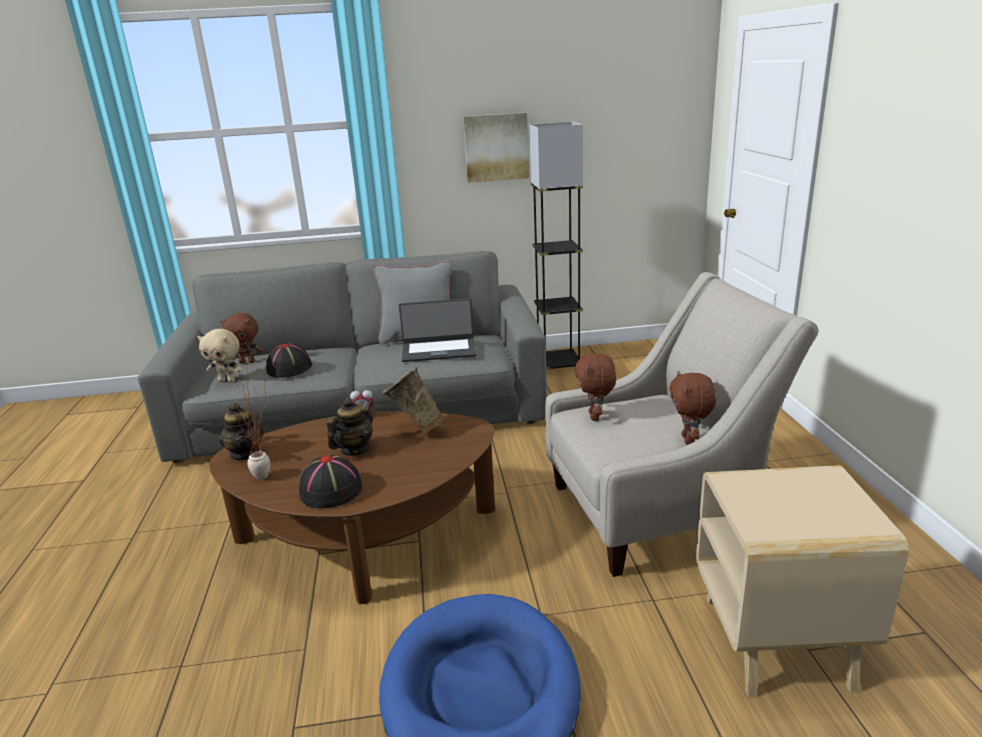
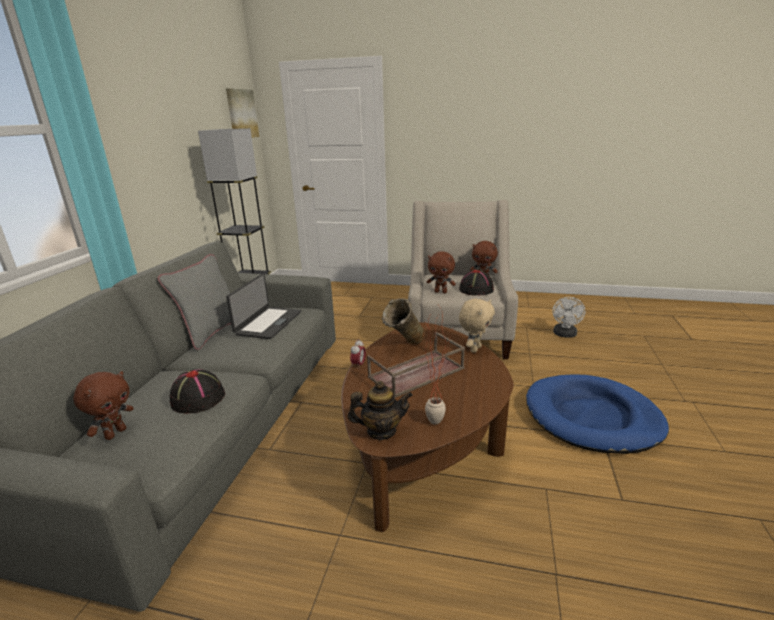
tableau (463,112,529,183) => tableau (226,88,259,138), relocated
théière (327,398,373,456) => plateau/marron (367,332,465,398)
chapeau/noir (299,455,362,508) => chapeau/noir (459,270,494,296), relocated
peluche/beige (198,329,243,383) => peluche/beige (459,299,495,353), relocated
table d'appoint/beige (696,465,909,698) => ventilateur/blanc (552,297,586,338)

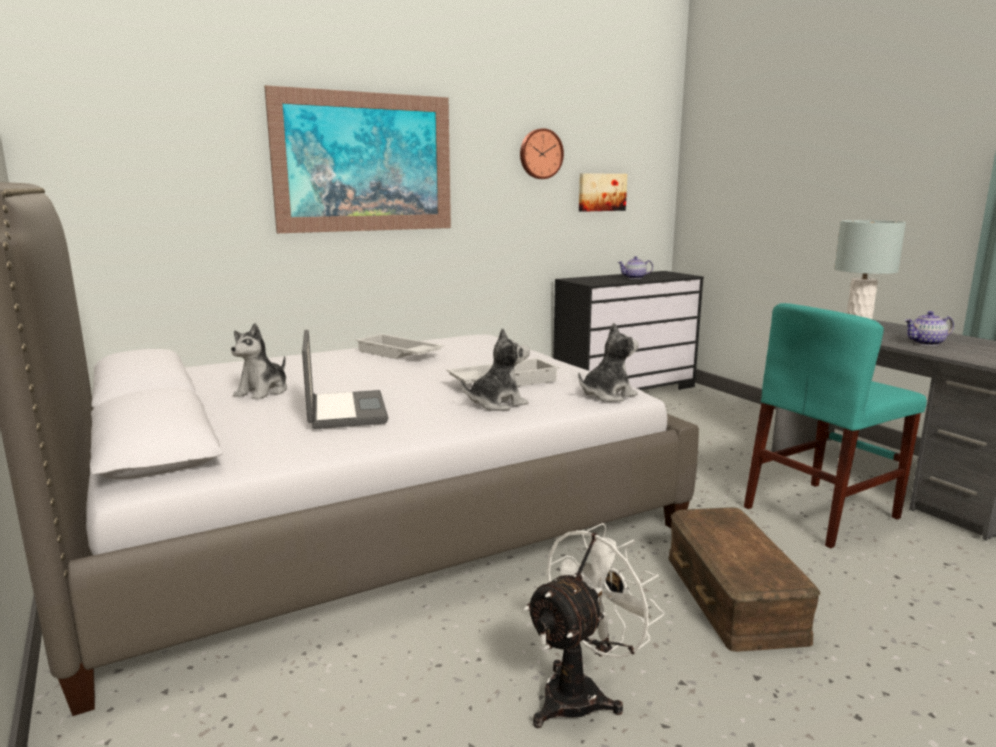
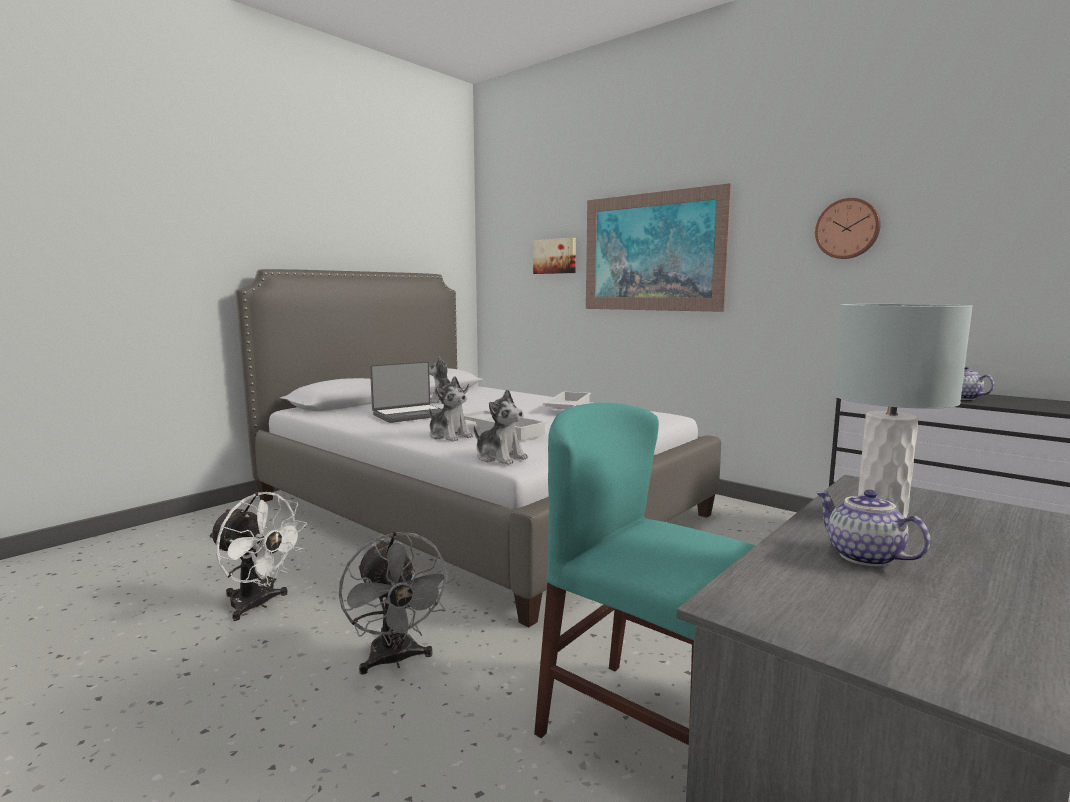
boîte de rangement/marron (668,507,821,652) => ventilateur/gris (339,531,452,675)
tableau (579,173,627,212) => tableau (533,238,576,274), relocated

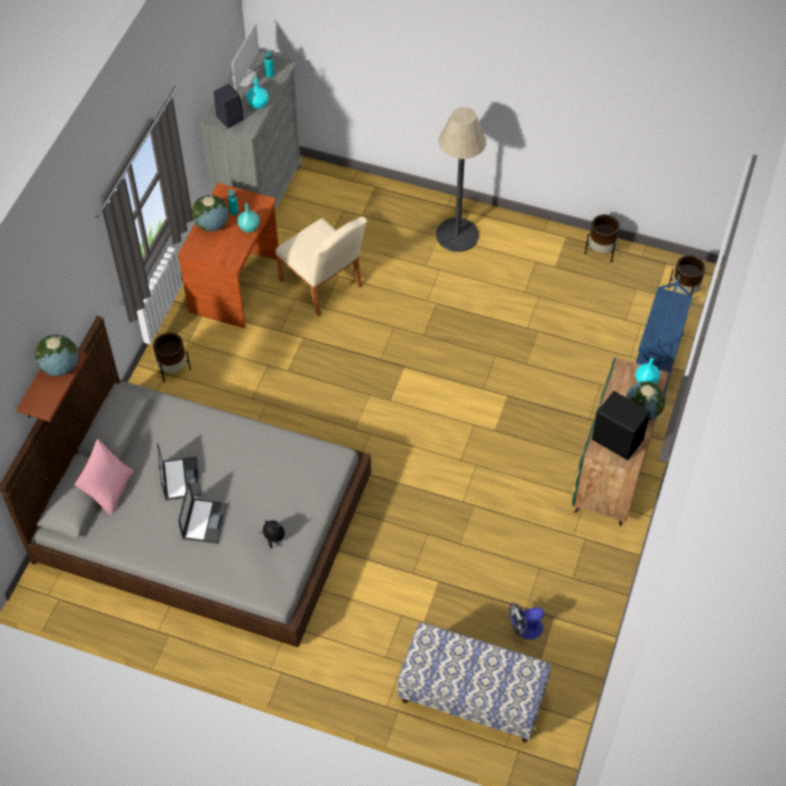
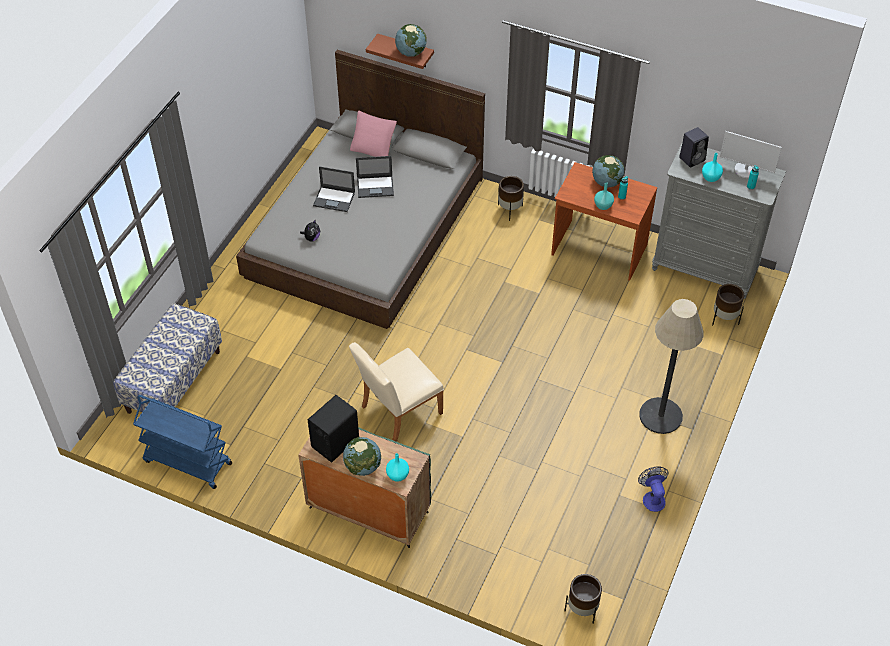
chariot/bleu (636,275,693,395) => chariot/bleu (133,395,232,489), relocated
chaise/beige (276,217,367,316) => chaise/beige (349,342,444,442), relocated
ventilateur (509,602,544,640) => ventilateur (638,466,668,512), relocated
cache-pot/marron (585,214,620,263) => cache-pot/marron (712,284,744,325), relocated

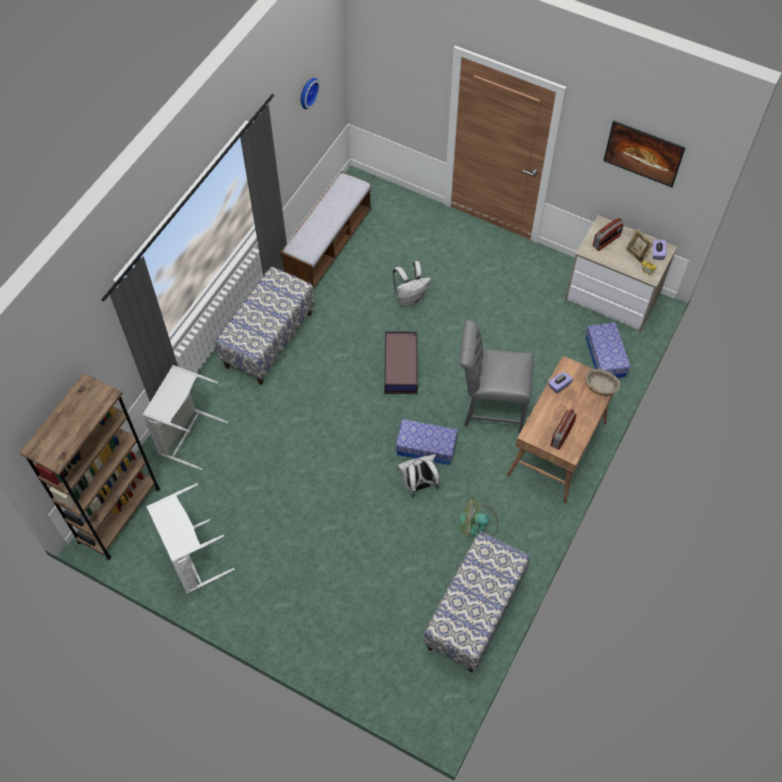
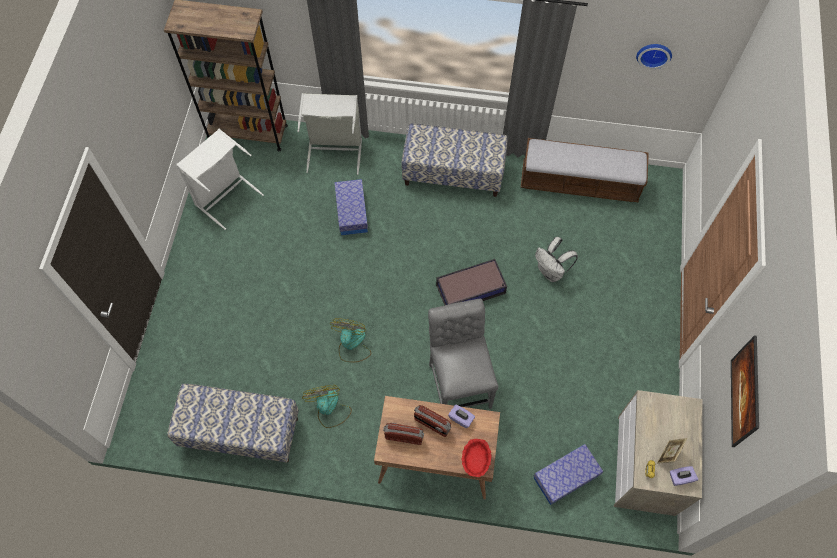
sac à dos/blanc (397,454,440,497) => ventilateur (330,318,371,363)
boîte de rangement (396,419,458,465) => boîte de rangement (334,179,368,235), relocated
radio (593,218,624,251) => radio (414,405,451,437), relocated
bol/beige (585,369,621,397) => bol/rouge (462,439,492,477)

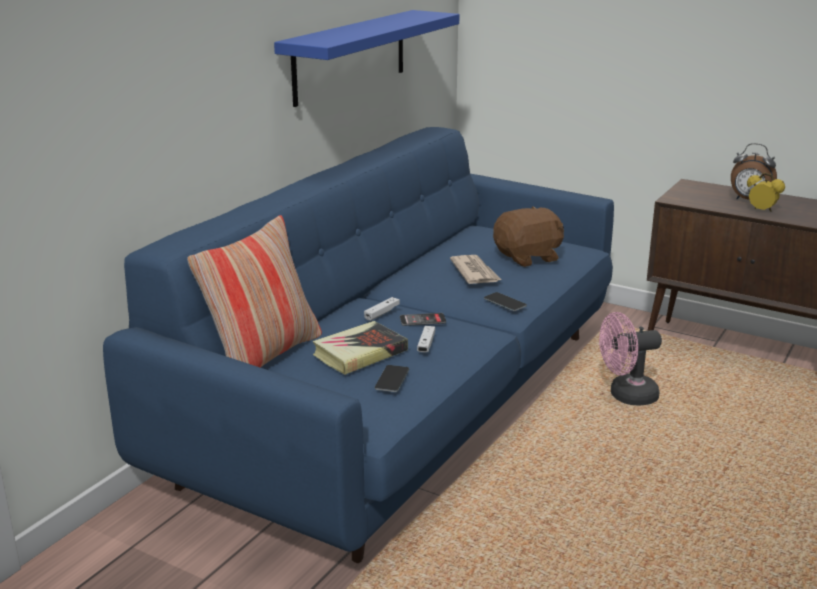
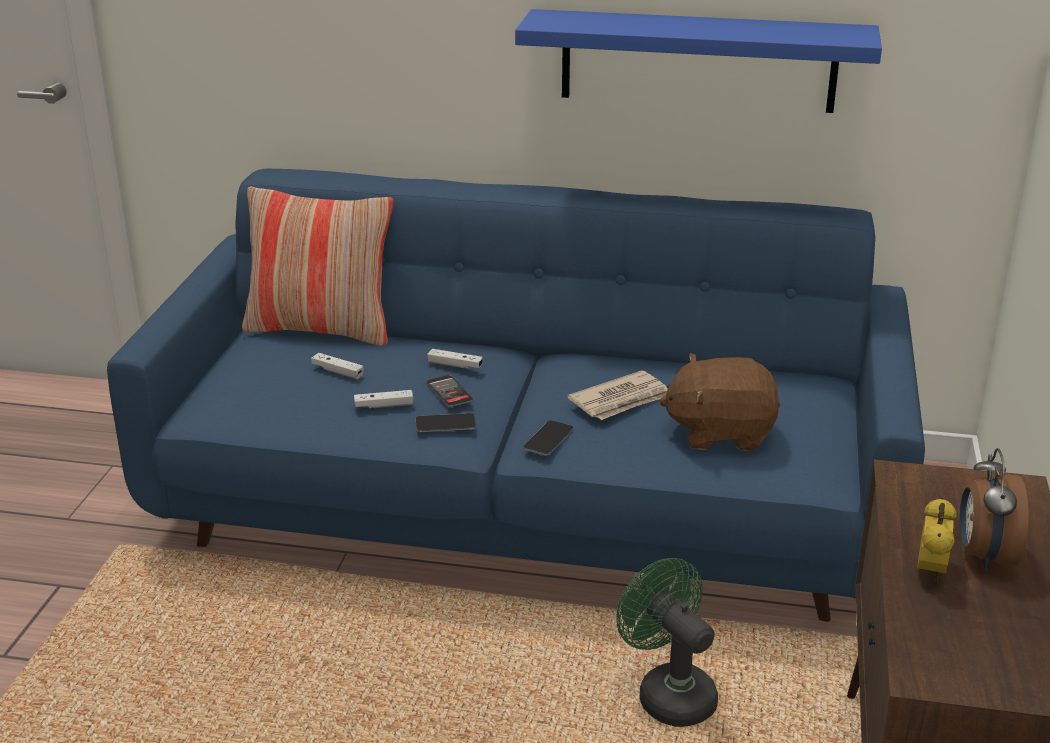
livre (312,321,408,375) => manette/blanc (311,353,363,379)
téléphone (375,365,409,392) => téléphone (416,413,476,432), relocated
ventilateur/rose (599,312,662,405) => ventilateur/vert (616,558,718,727)
peluche/marron (493,206,564,267) => peluche/marron (659,353,780,451), 135 degrees clockwise

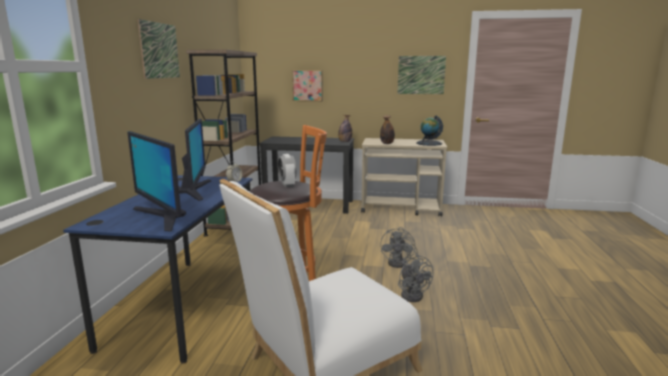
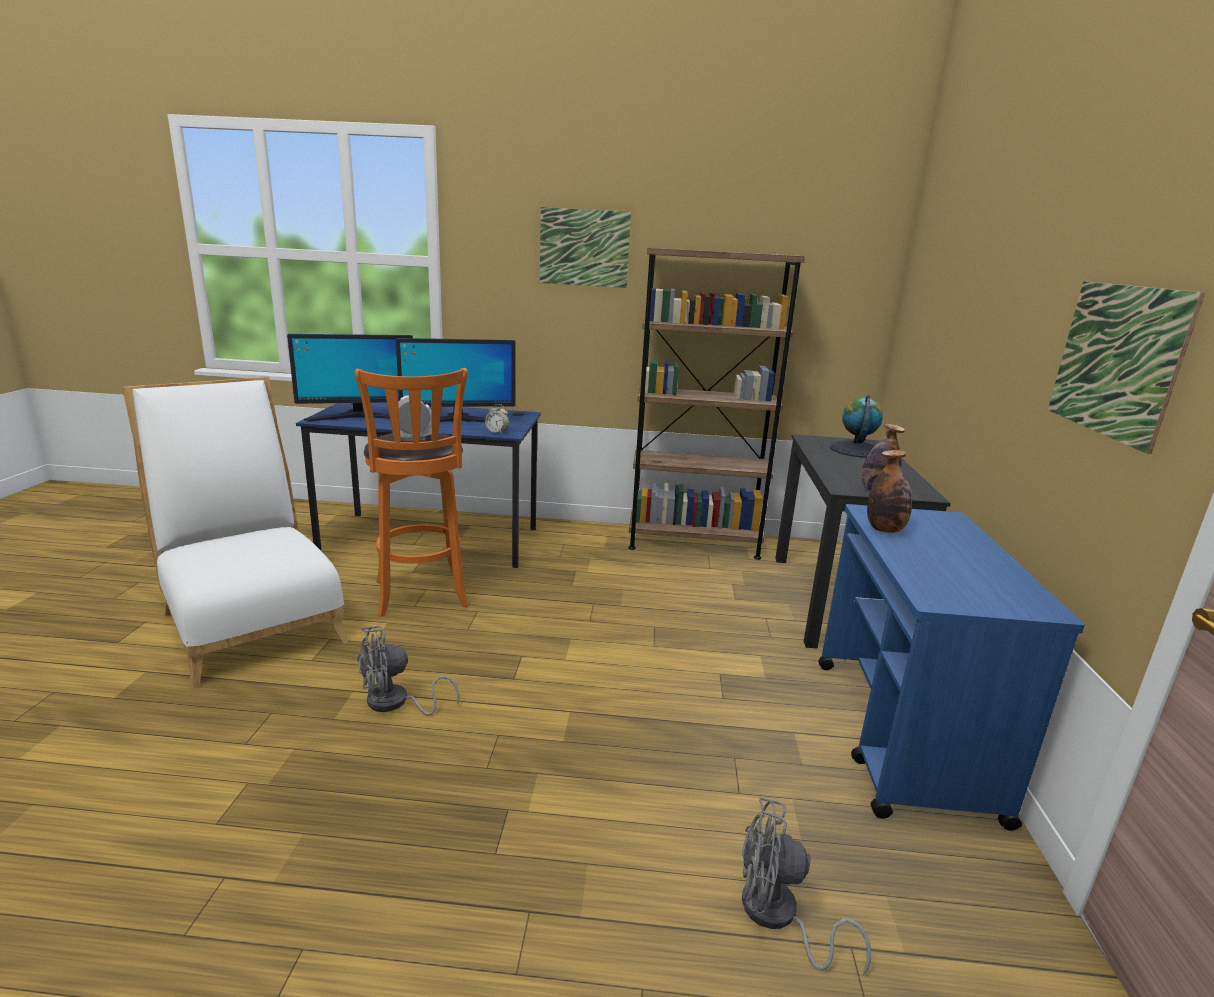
écran d'ordinateur (127,131,186,232) => écran d'ordinateur (287,334,413,421), 150 degrees counterclockwise
ventilateur/gris (380,227,418,268) => ventilateur/gris (742,797,871,975), relocated
chariot/beige (361,138,447,217) => chariot/bleu (818,504,1085,831)
globe (416,115,443,146) => globe (829,395,883,458), relocated
tableau (292,70,323,101) => nothing

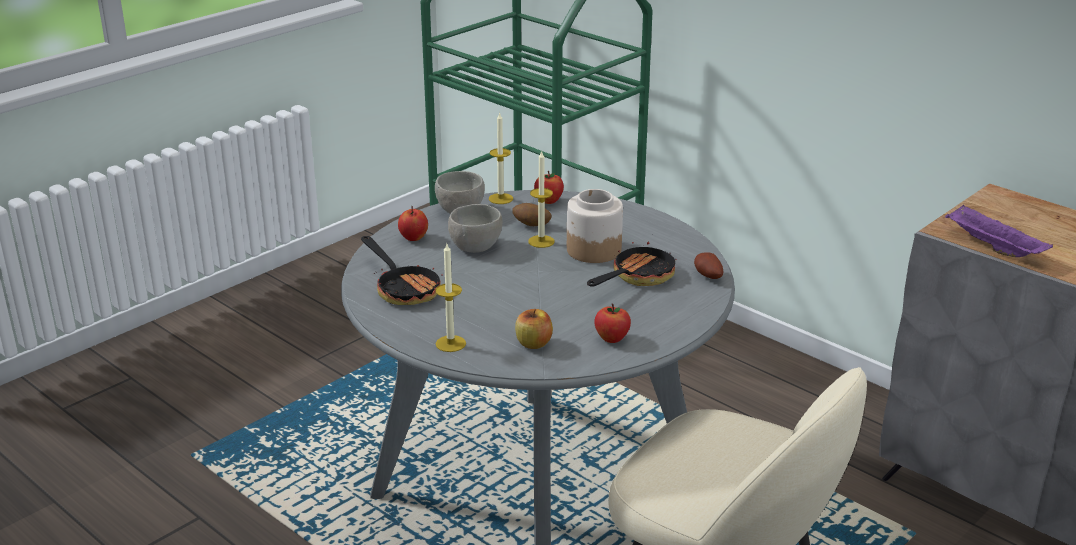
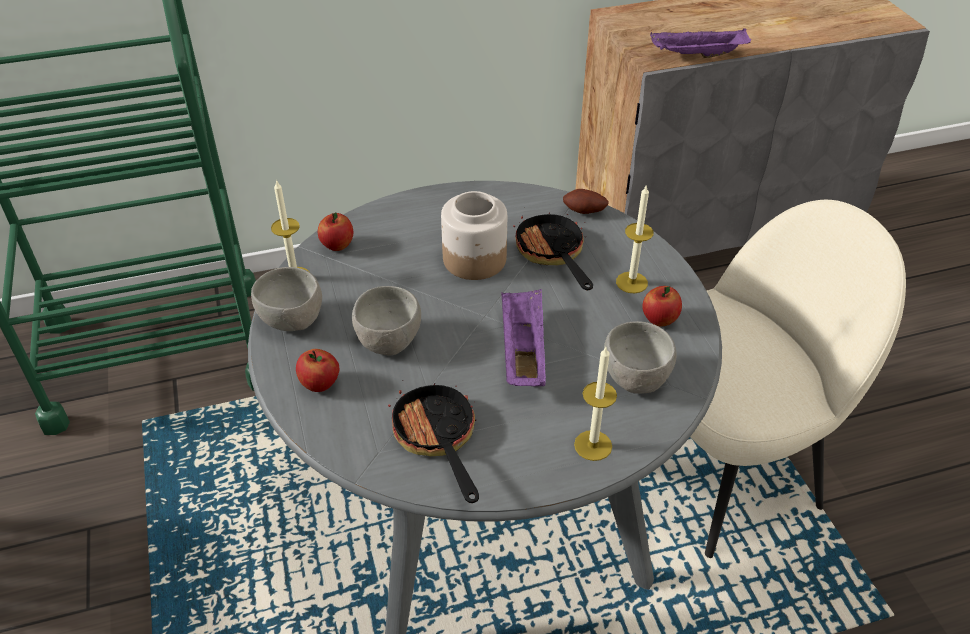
poêle (361,236,443,305) => poêle (388,380,479,503), 105 degrees counterclockwise
nothing => plateau/violet (501,289,546,386)
pomme (515,309,553,349) => bol/gris (604,321,677,394)
bougie (528,150,555,248) => bougie (616,184,654,293), relocated
pomme de terre (512,203,551,226) => nothing

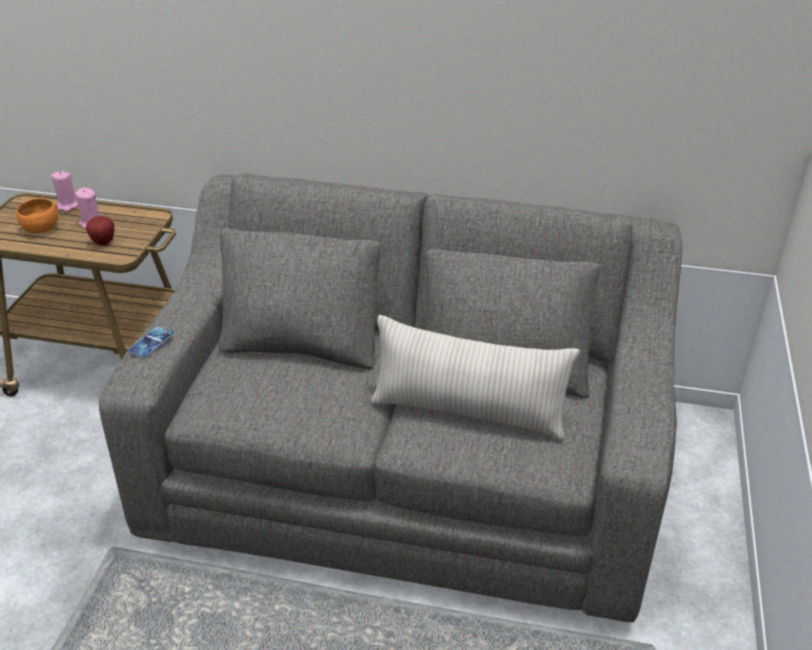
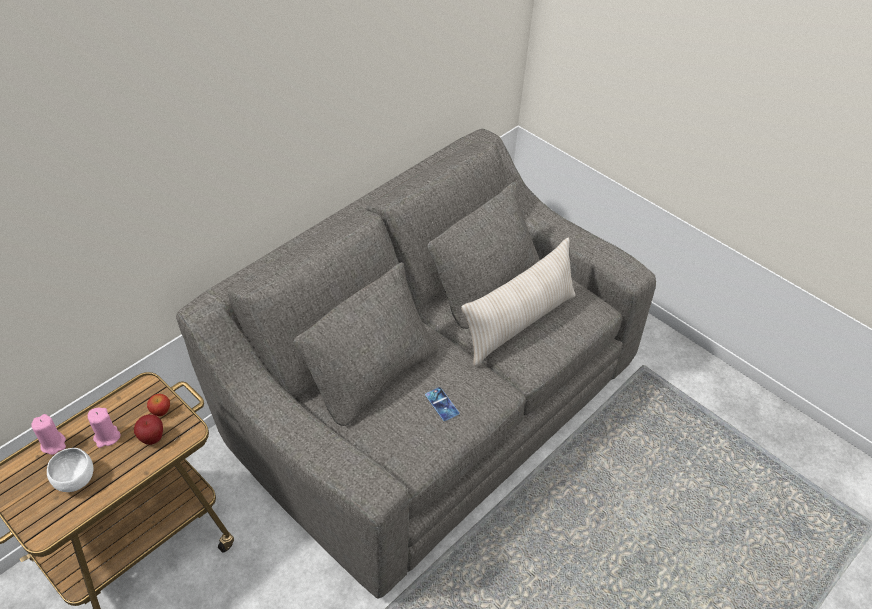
bol/orange (16,198,58,233) => bol/blanc (47,448,93,492)
nothing => pomme (147,394,170,416)
téléphone (128,326,174,358) => téléphone (425,387,459,421), relocated

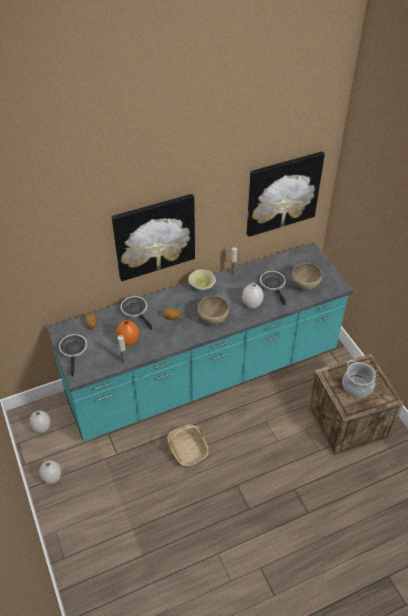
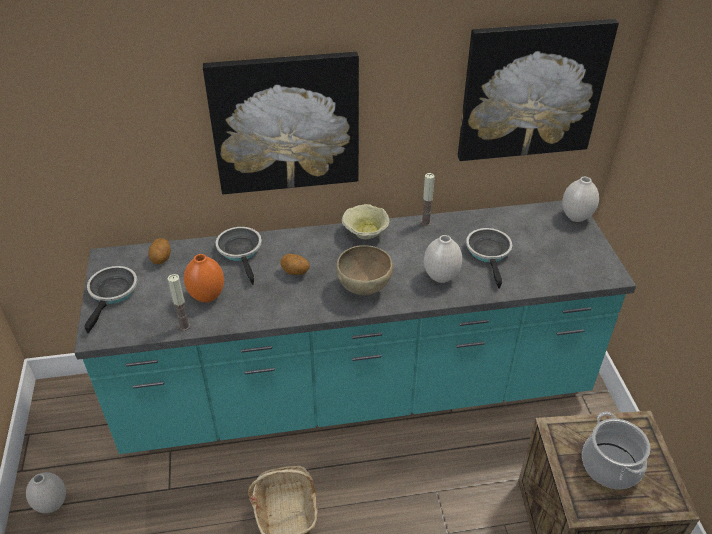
vase/blanc (30,411,51,433) => vase/blanc (562,177,599,222), relocated
bol/marron (292,263,322,290) => nothing

